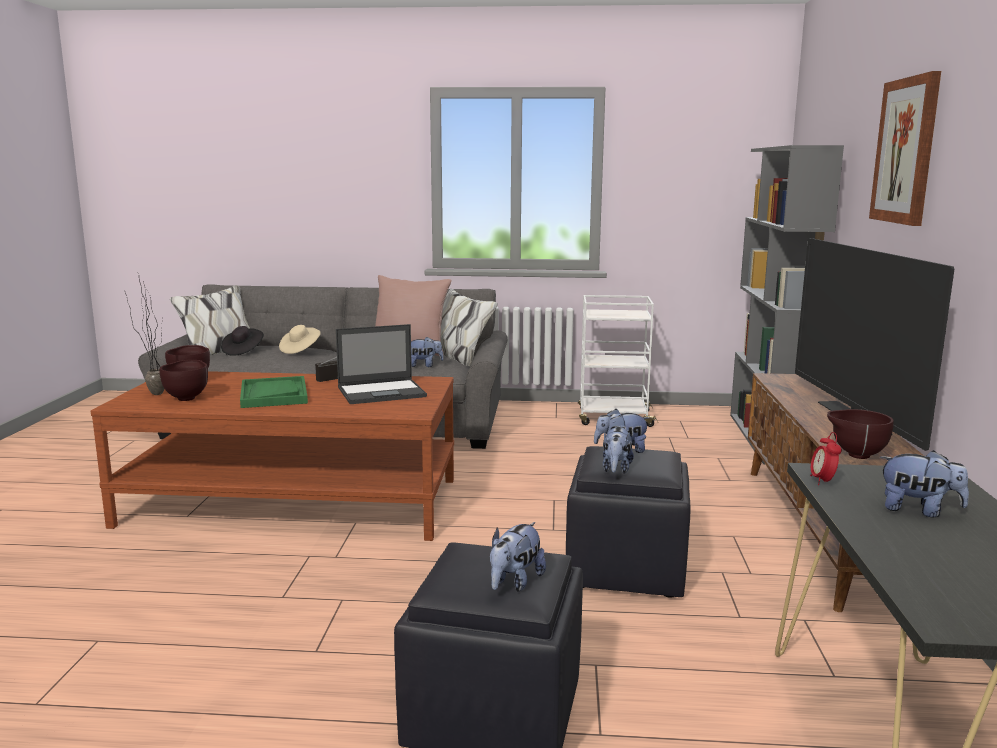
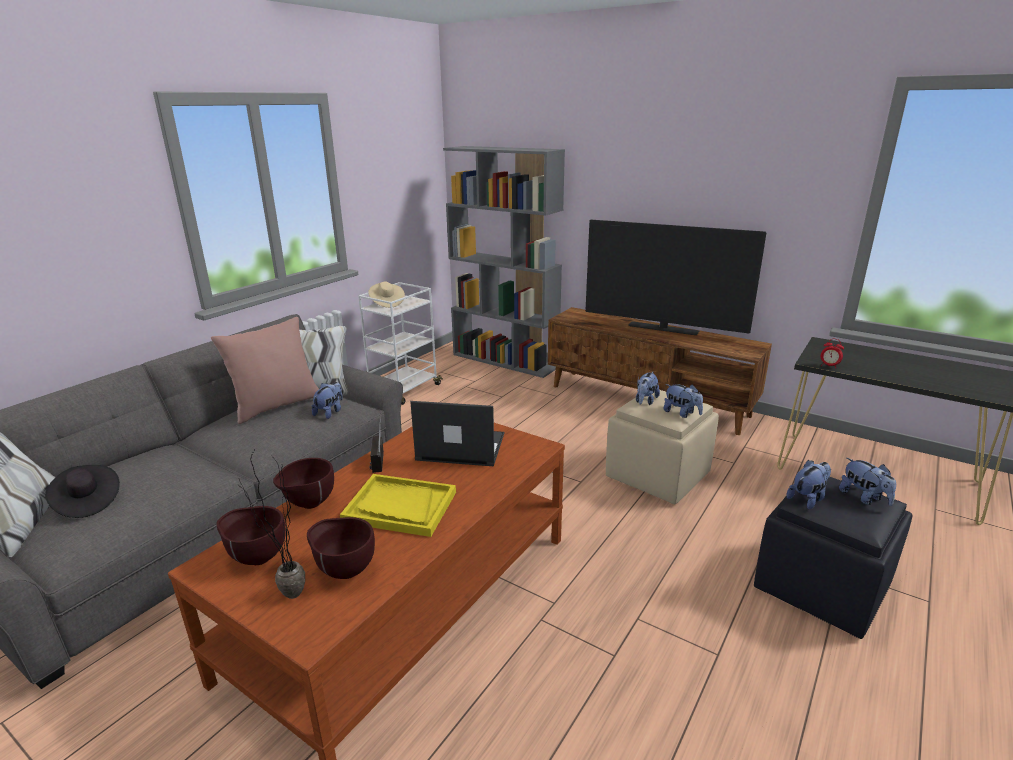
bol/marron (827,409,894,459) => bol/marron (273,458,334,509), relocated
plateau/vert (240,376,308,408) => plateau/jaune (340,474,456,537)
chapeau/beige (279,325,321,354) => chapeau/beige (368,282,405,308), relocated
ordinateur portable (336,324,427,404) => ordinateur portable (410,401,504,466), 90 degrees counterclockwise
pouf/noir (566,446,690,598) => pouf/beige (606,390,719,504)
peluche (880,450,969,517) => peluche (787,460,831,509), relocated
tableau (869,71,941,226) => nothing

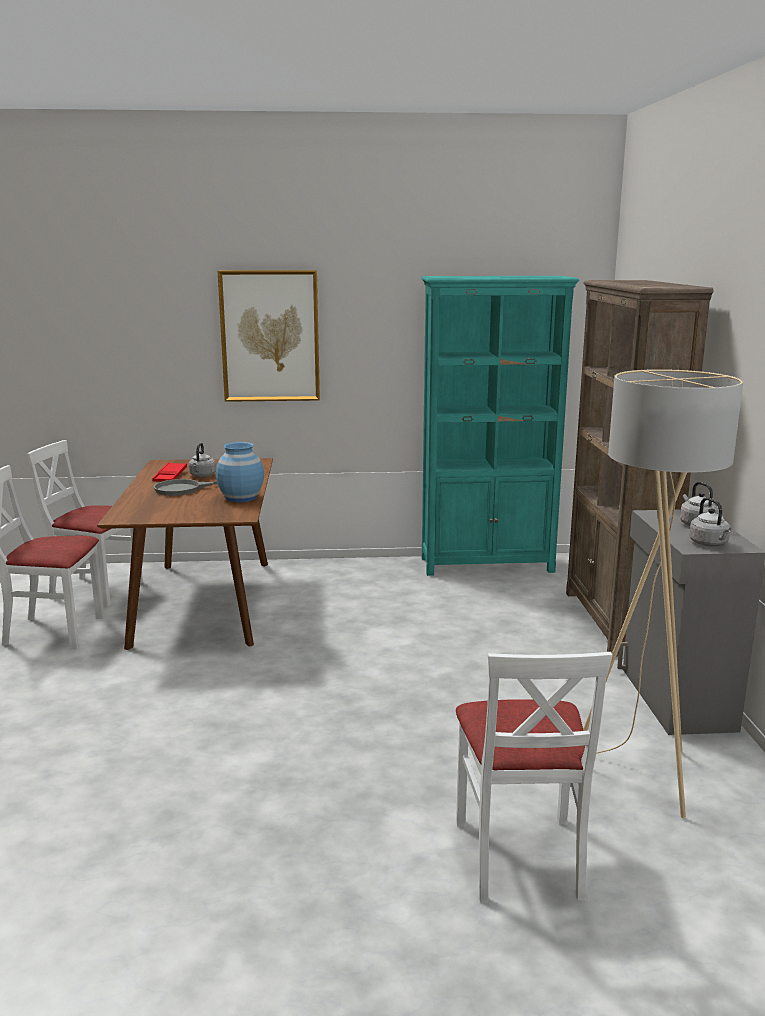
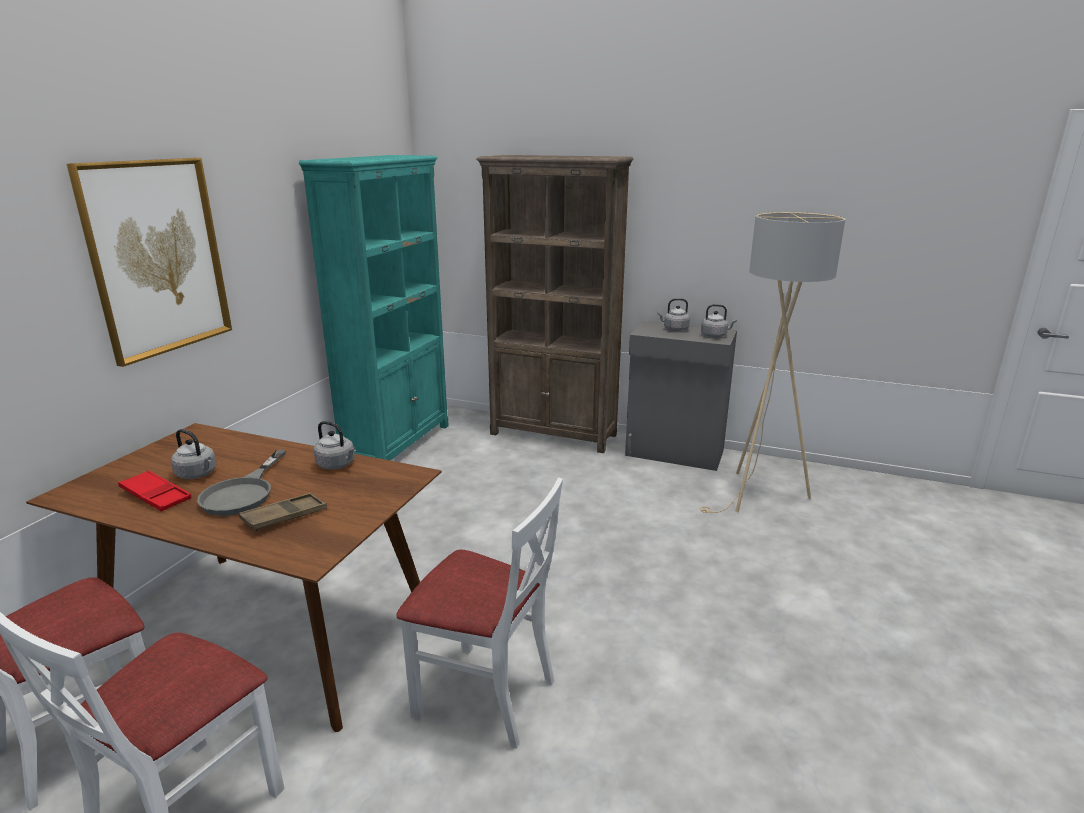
nothing => plateau/marron (239,493,327,531)
vase/bleu (216,442,264,502) => bouilloire/gris (314,421,356,470)
chaise/blanc (456,652,612,903) => chaise/blanc (396,478,563,749), relocated

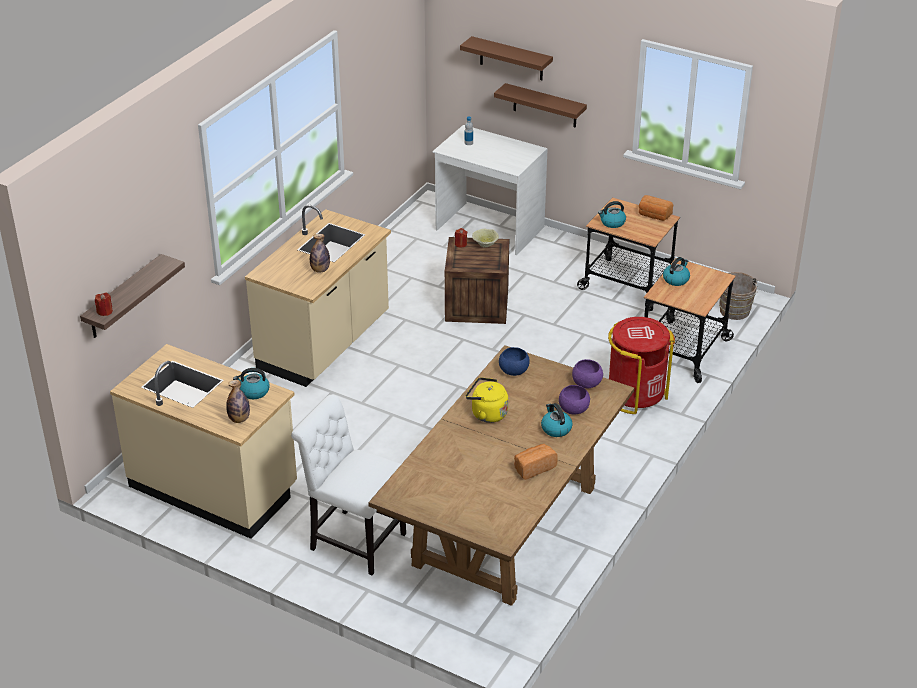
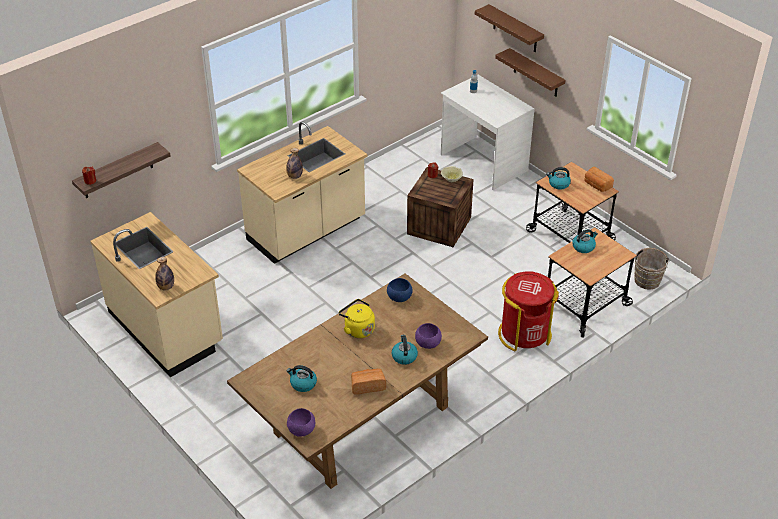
bouilloire (233,368,270,399) => bouilloire (287,365,317,392), relocated
bol/violet (572,359,603,388) => bol/violet (287,408,315,437), relocated
chaise/blanc (291,395,406,575) => nothing

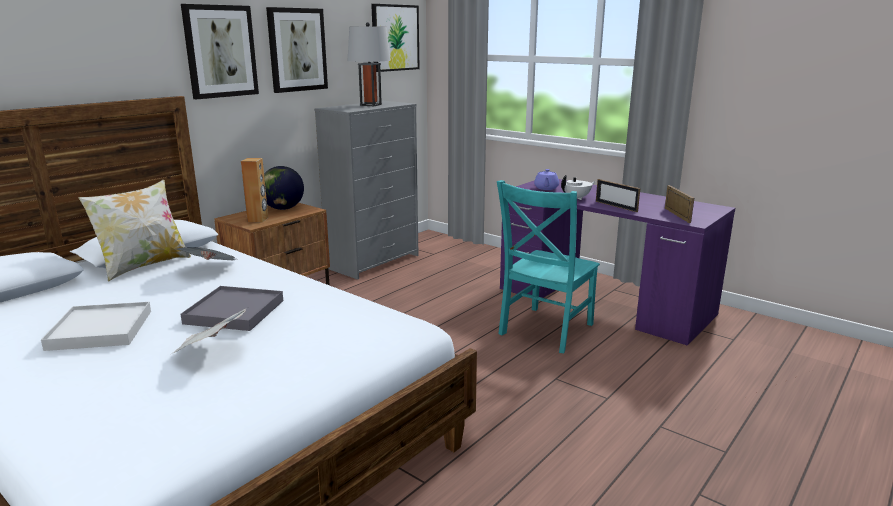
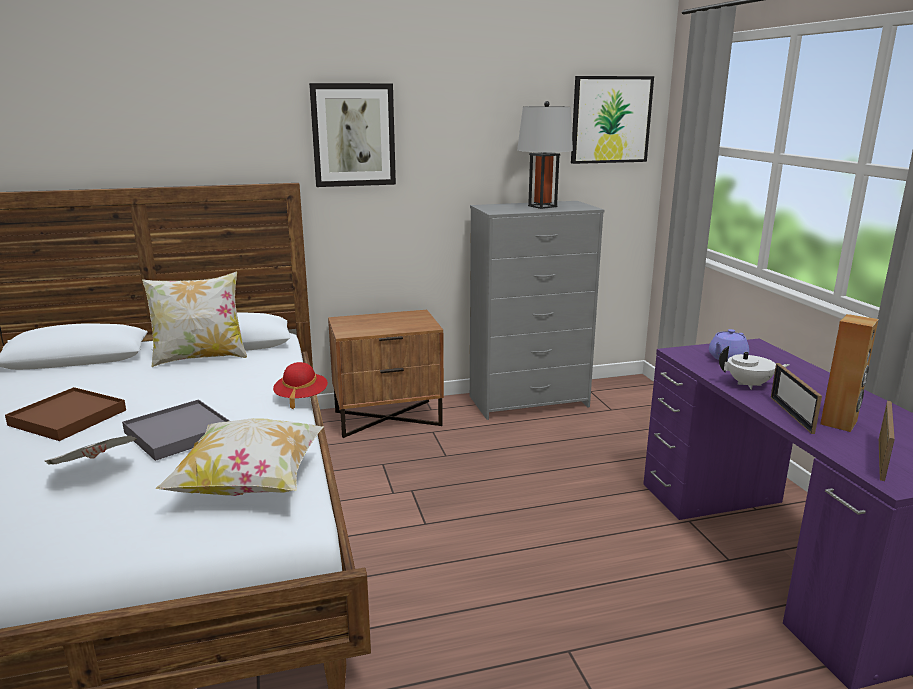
plateau/blanc (41,302,151,351) => plateau/marron (5,387,126,441)
nothing => coussin (156,418,324,496)
nothing => chapeau/rouge (273,362,328,409)
enceinte/marron (241,158,268,222) => enceinte/marron (820,314,879,432), relocated
journal (176,247,238,260) => nothing
globe (264,166,304,210) => nothing
tableau (266,7,328,93) => nothing
chaise/turquoise (497,180,600,353) => nothing

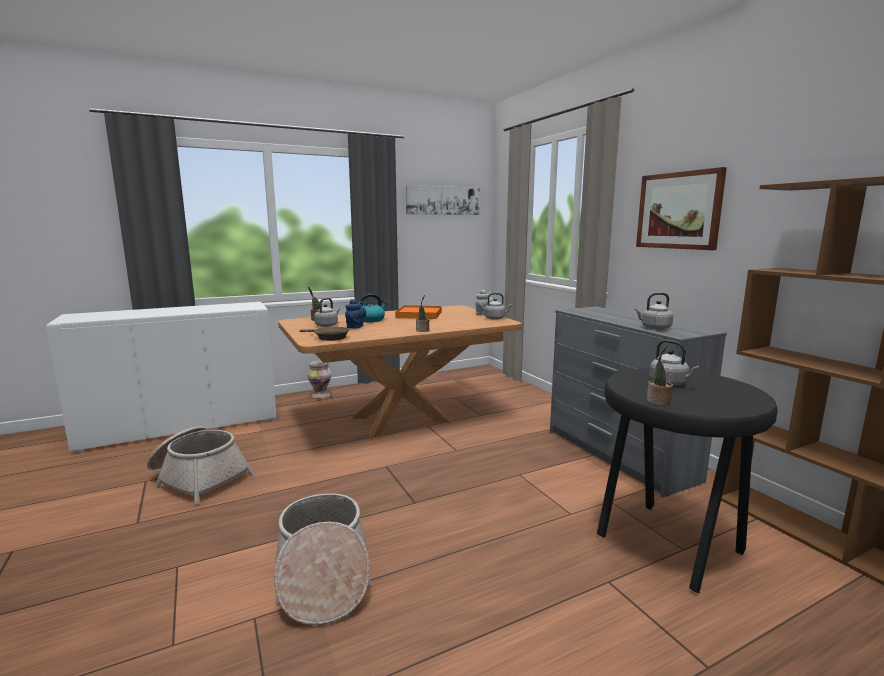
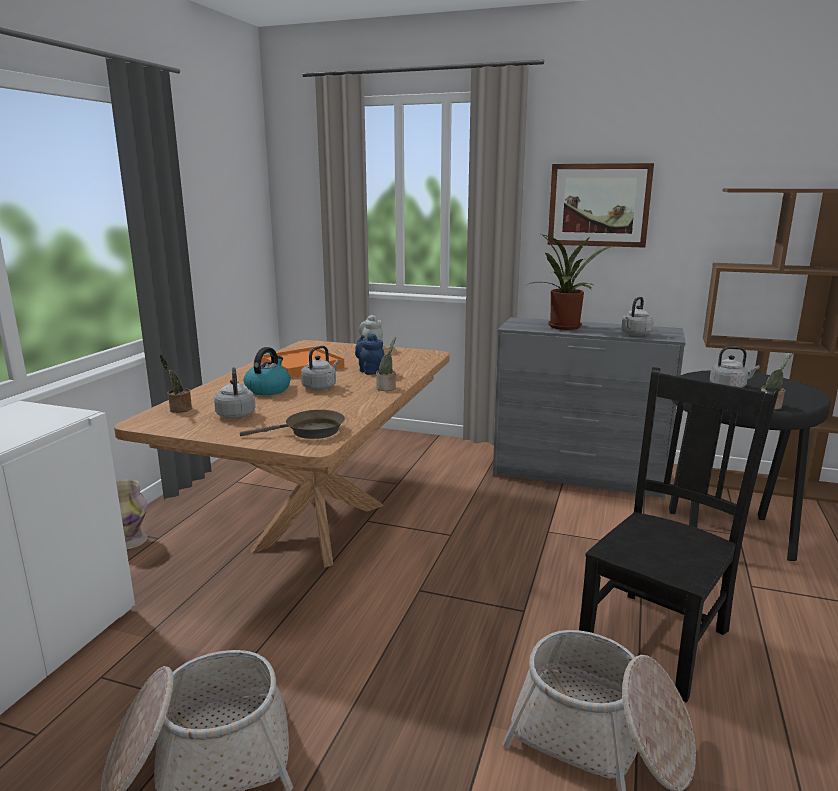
bouilloire/gris (484,293,512,320) => bouilloire/gris (301,346,339,390), relocated
théière/bleu (345,299,366,329) => théière/bleu (355,334,384,375), relocated
nothing => plante en pot (527,233,616,330)
nothing => chaise/noir (579,367,779,703)
tableau (406,185,480,215) => nothing

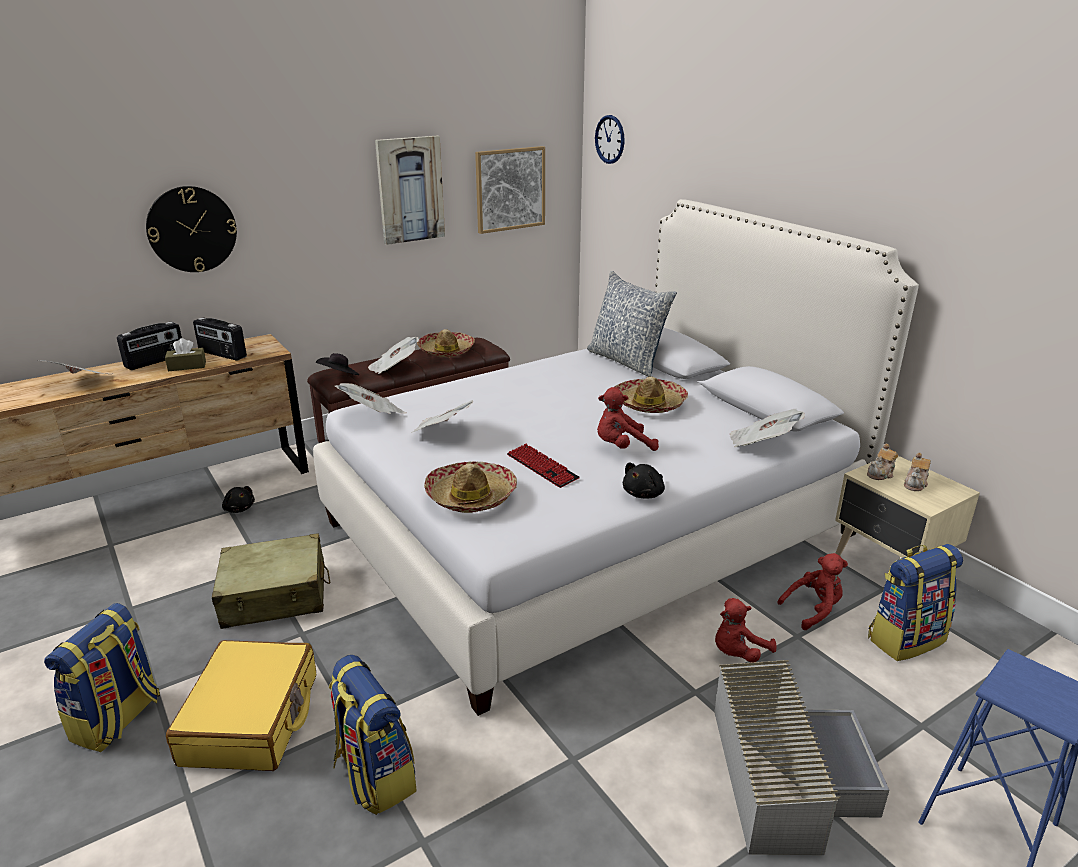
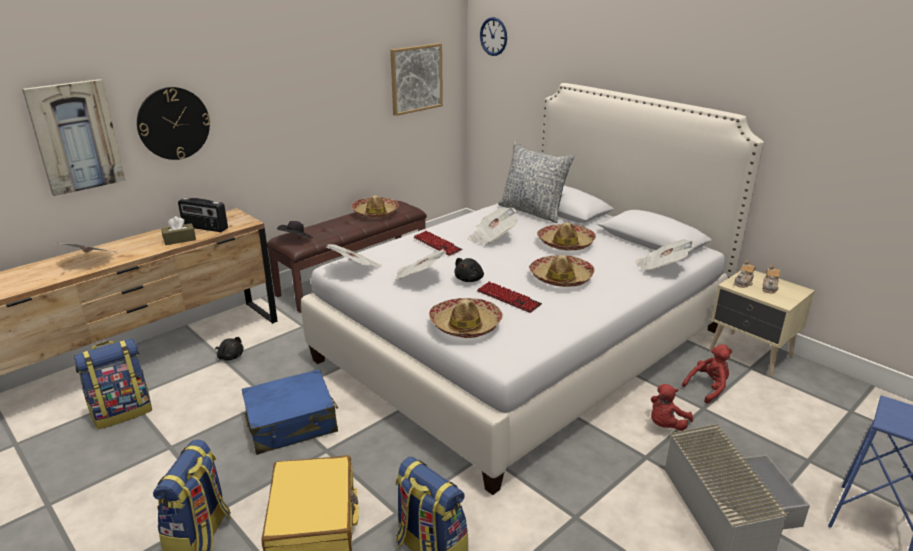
tableau (375,136,445,245) => tableau (22,79,126,196), relocated
sac à dos (868,544,963,661) => sac à dos (74,338,152,429), relocated
valise/beige (212,533,330,629) => valise/bleu (242,369,338,455)
nothing => clavier (414,231,462,256)
peluche/noir (623,462,665,499) => peluche/noir (454,258,484,282), relocated
journal (368,337,419,374) => journal (468,208,518,245), relocated
peluche/rouge (597,387,659,451) => chapeau (529,255,595,287)
radio (117,322,182,370) => nothing

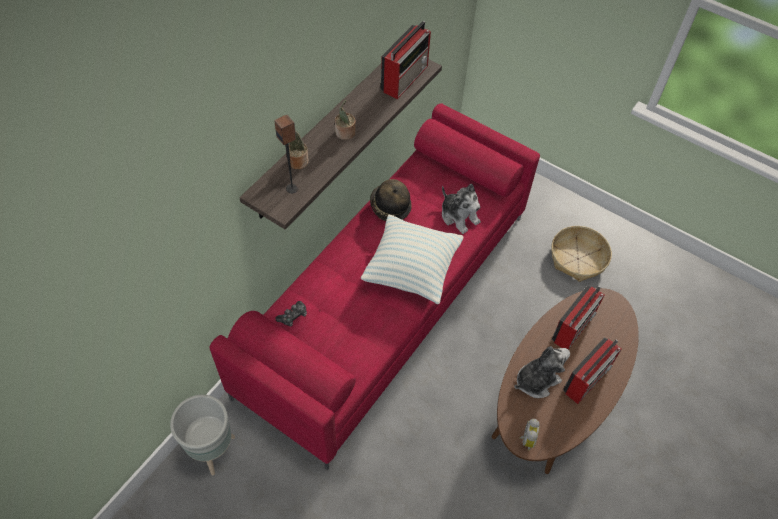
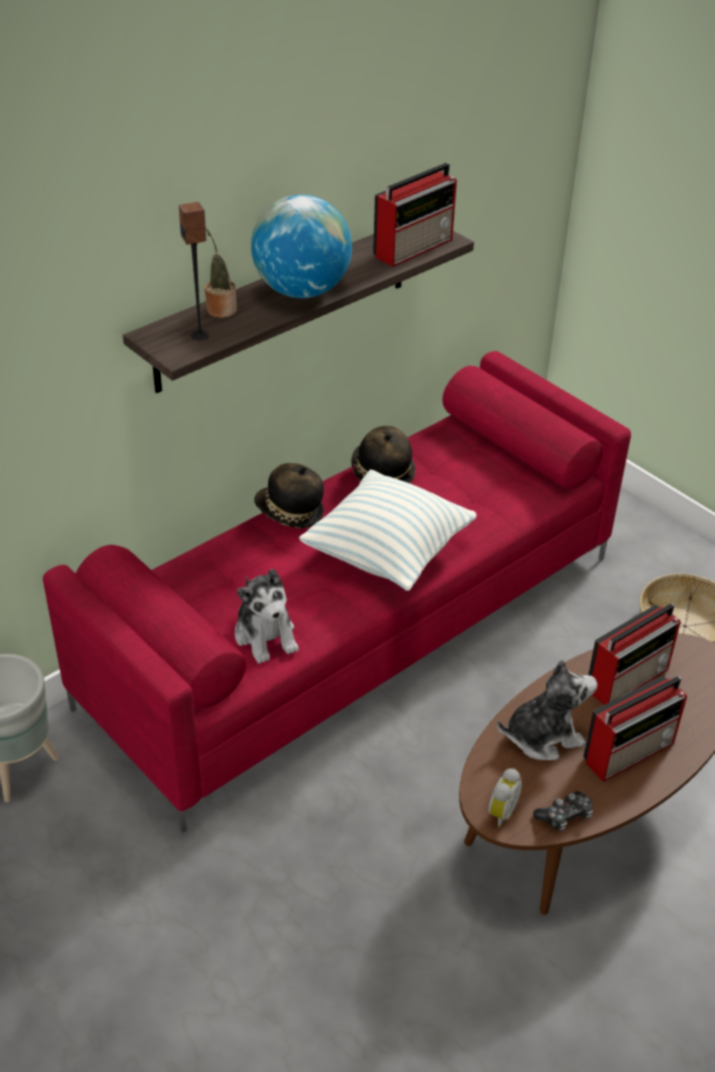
peluche (442,184,481,234) => peluche (235,569,299,664), relocated
plante en pot (335,100,356,140) => globe (251,194,352,298)
nothing => chapeau (254,463,324,528)
manette (275,301,307,327) => manette (533,791,593,832), relocated

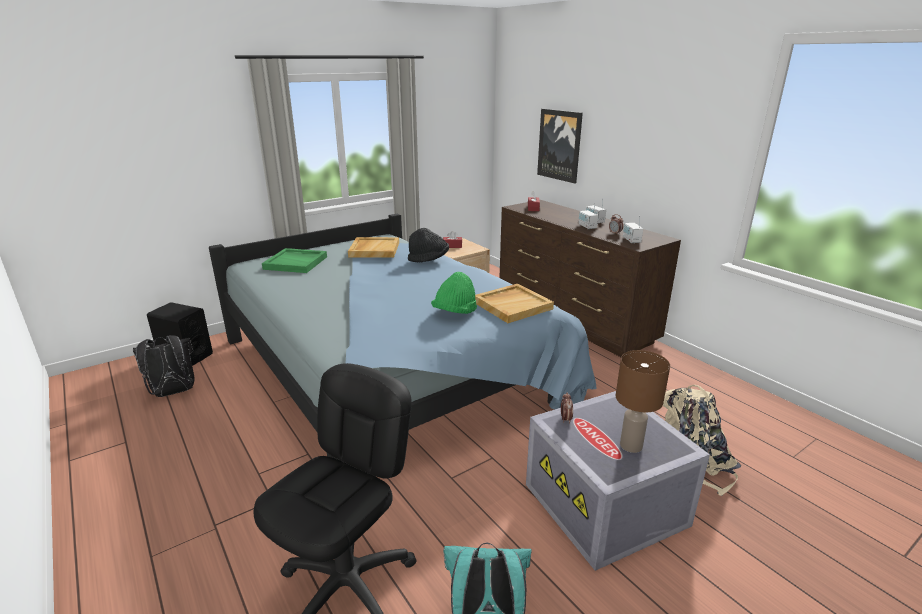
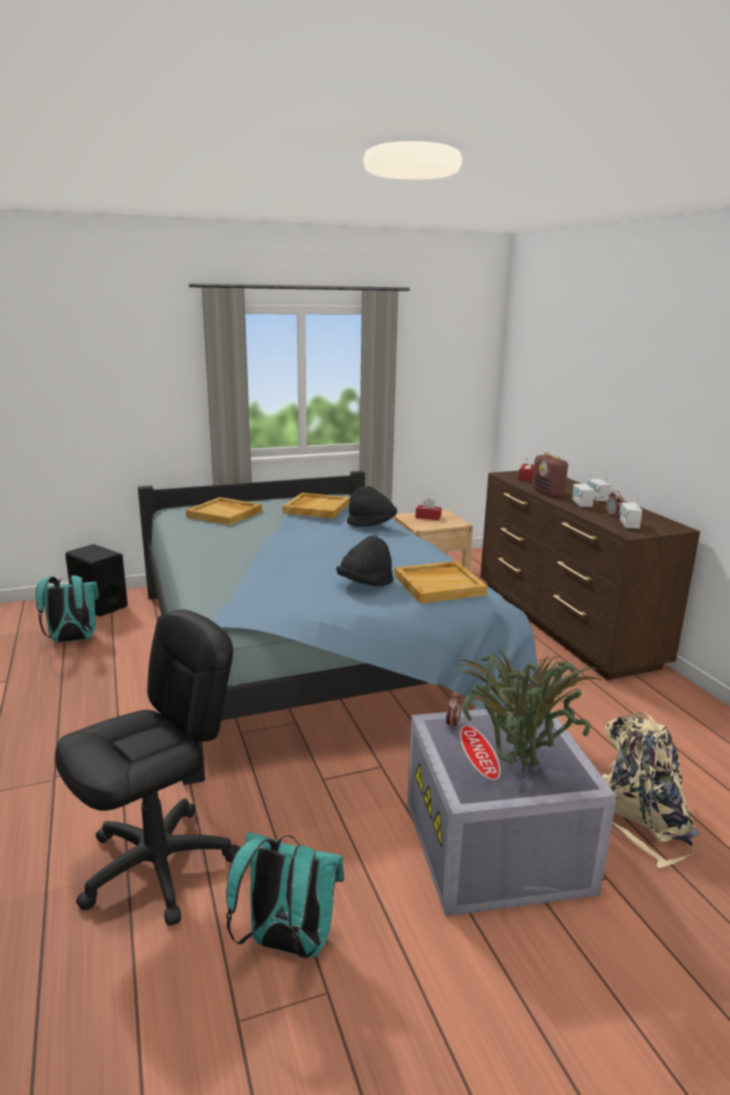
sac à dos/noir (133,335,195,397) => sac à dos/turquoise (35,575,99,642)
plateau/vert (262,248,327,273) => plateau/beige (186,497,262,525)
chapeau/vert (431,272,477,314) => chapeau/noir (336,536,394,586)
lampe de table/marron (616,350,670,453) => plante en pot (454,649,604,772)
nothing => radio (532,453,569,496)
tableau (537,109,583,183) => nothing

